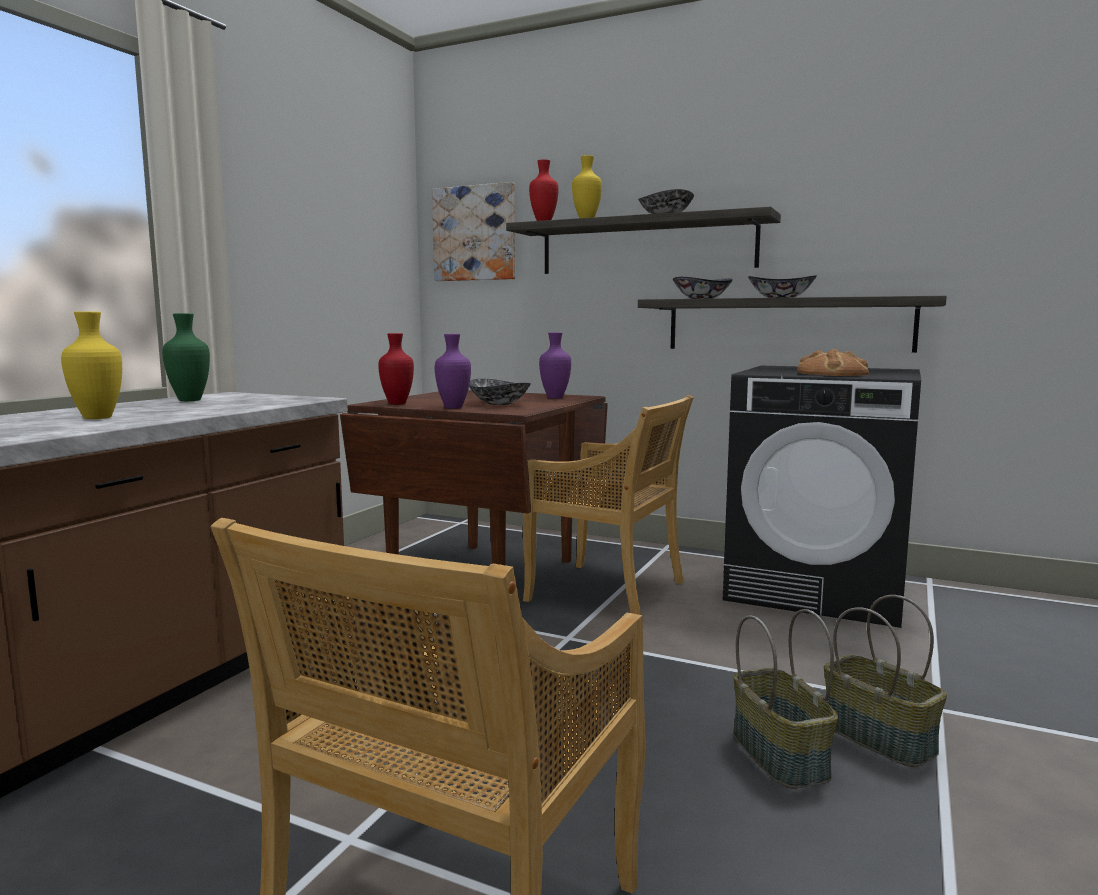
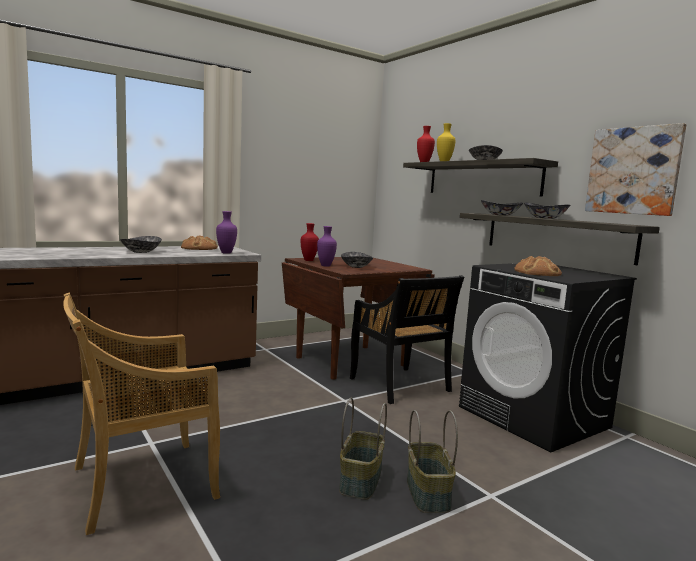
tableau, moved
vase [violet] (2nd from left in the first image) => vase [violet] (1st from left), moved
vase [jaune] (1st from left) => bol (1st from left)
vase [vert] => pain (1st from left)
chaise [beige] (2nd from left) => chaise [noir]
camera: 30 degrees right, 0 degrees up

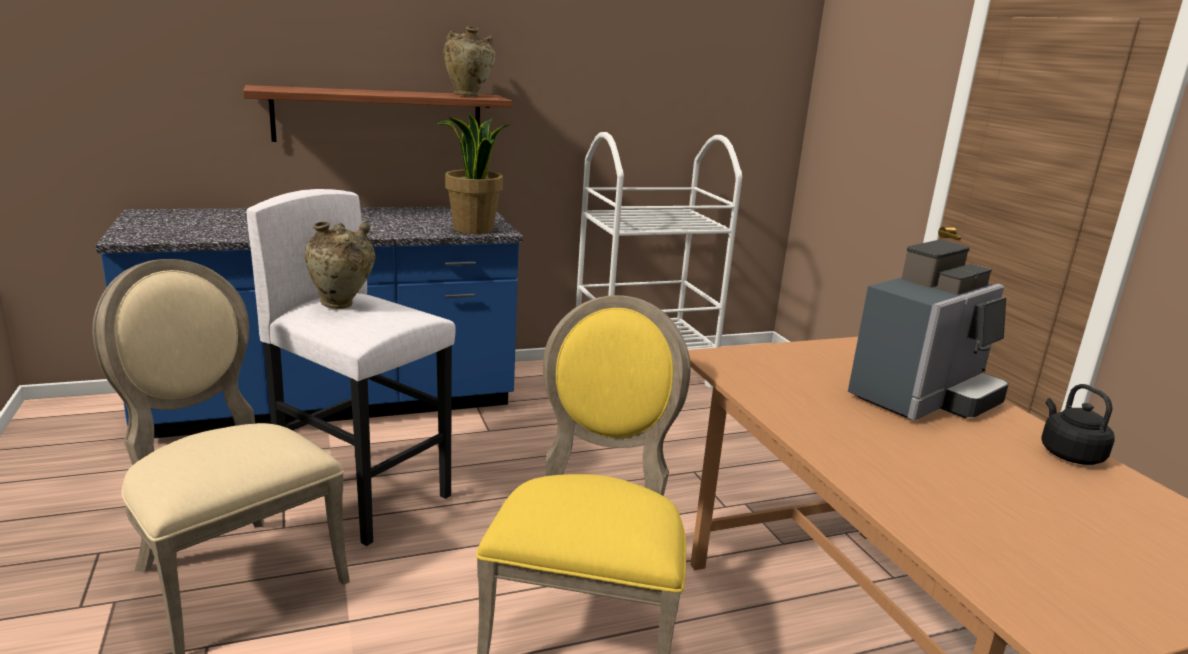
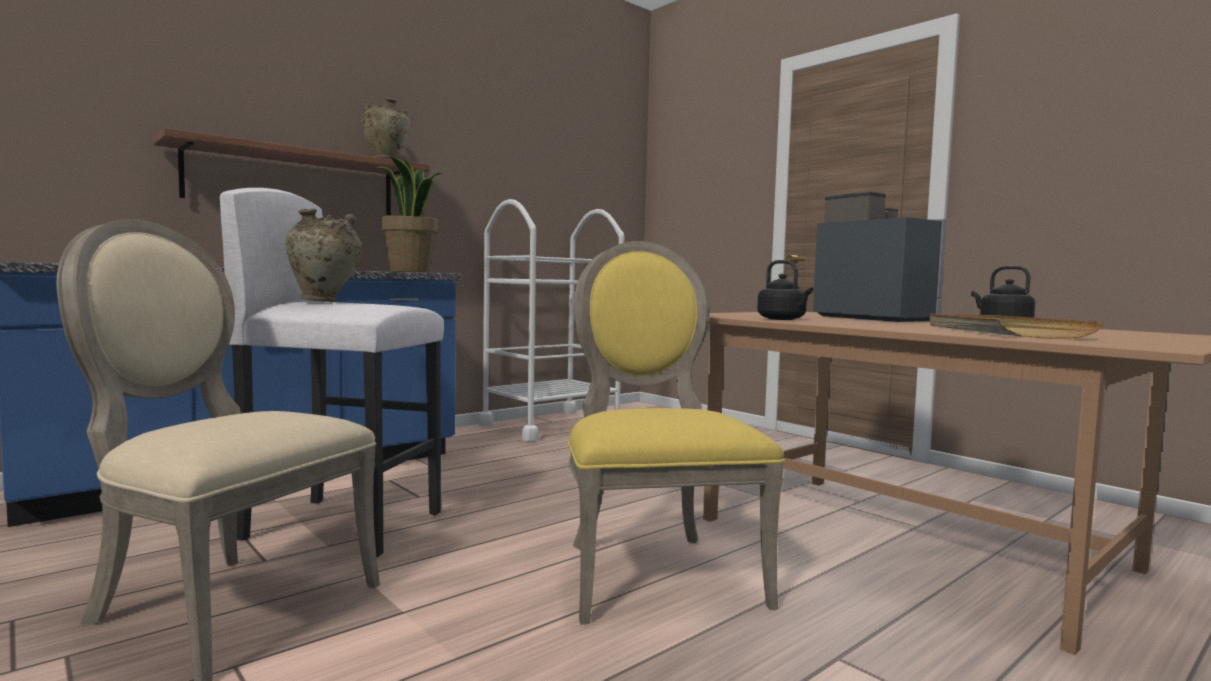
nothing => bouilloire [noir] (1st from left)
nothing => plateau [beige]
machine à café, 60 degrees counterclockwise
camera: 20 degrees left, 15 degrees down

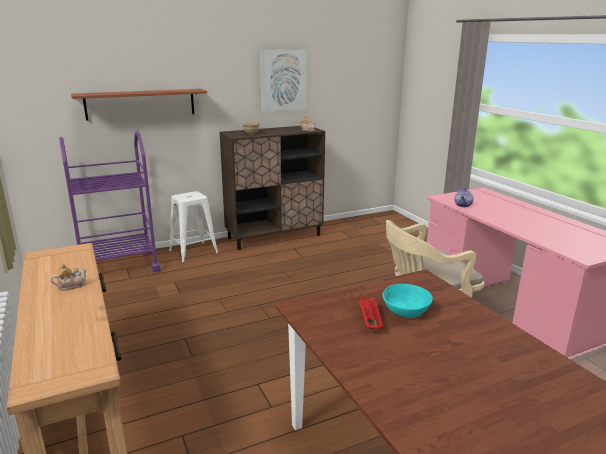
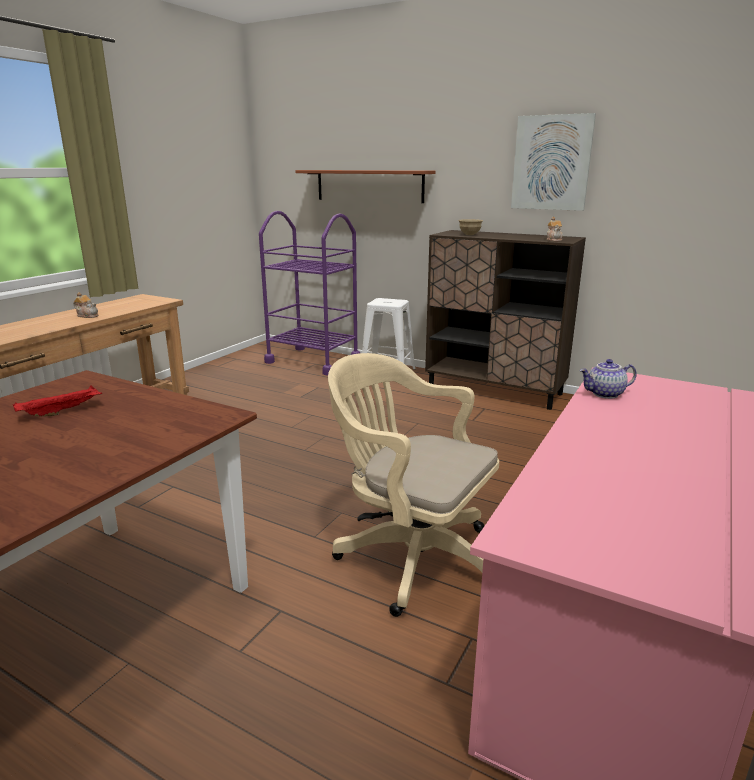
bol [turquoise] => nothing
camera: 55 degrees right, 0 degrees up

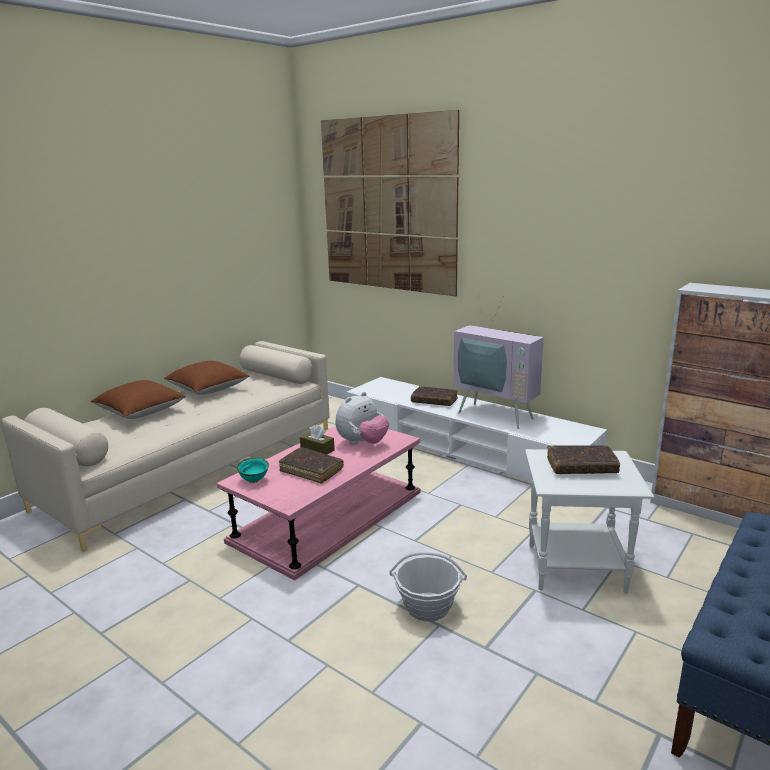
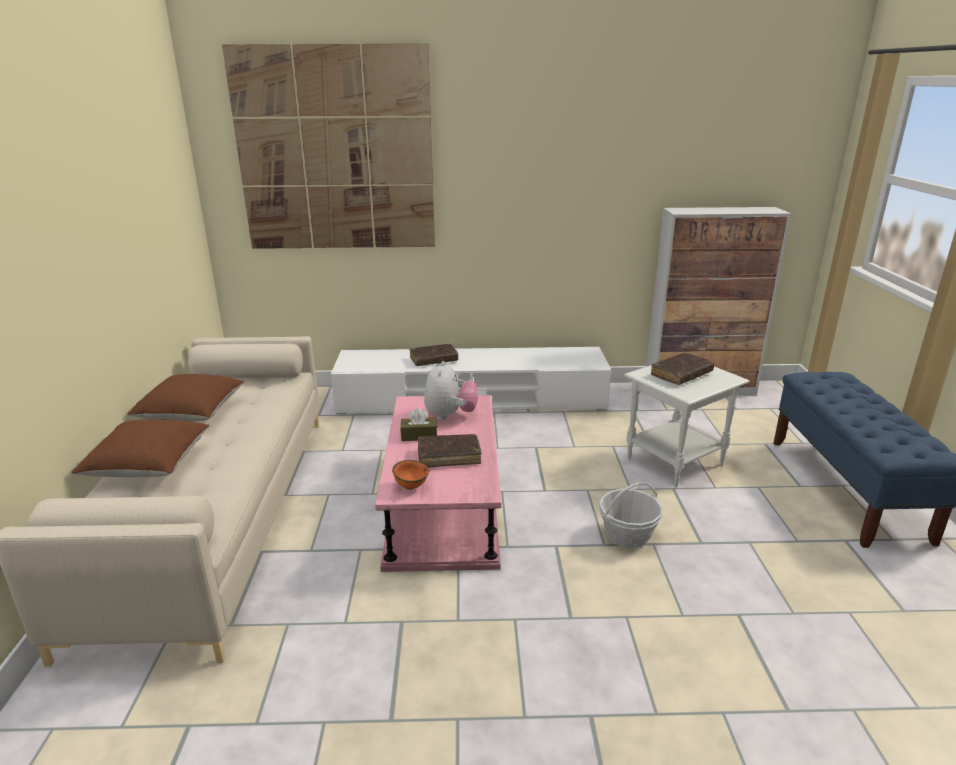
téléviseur => nothing
bol [turquoise] => bol [orange]
camera: 40 degrees left, 5 degrees up

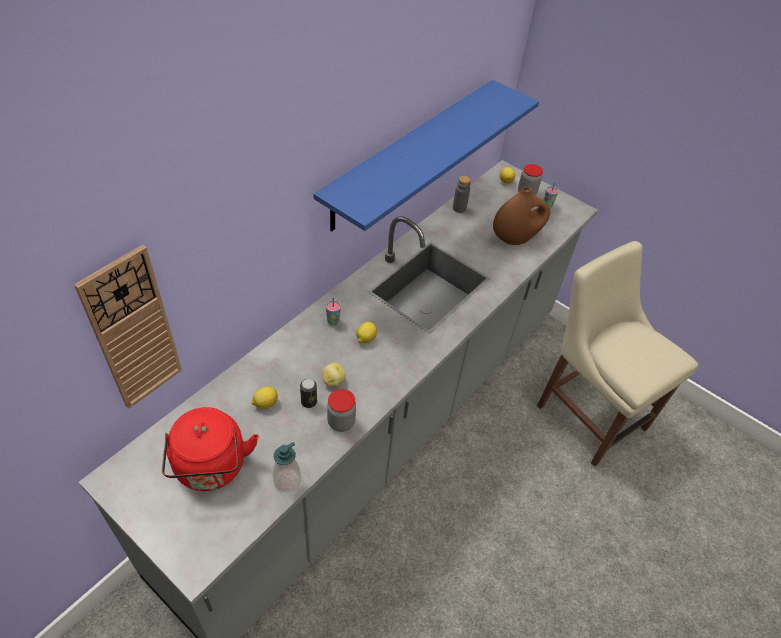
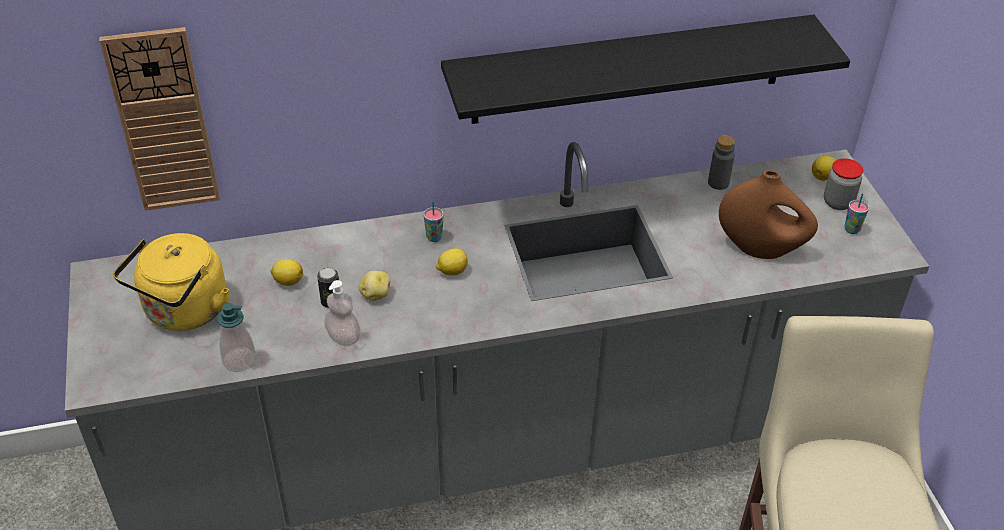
bocal (1st from left) => distributeur de savon (2nd from left)
bouilloire [rouge] => bouilloire [jaune]
étagère [bleu] => étagère [noir]
camera: 40 degrees right, 5 degrees down

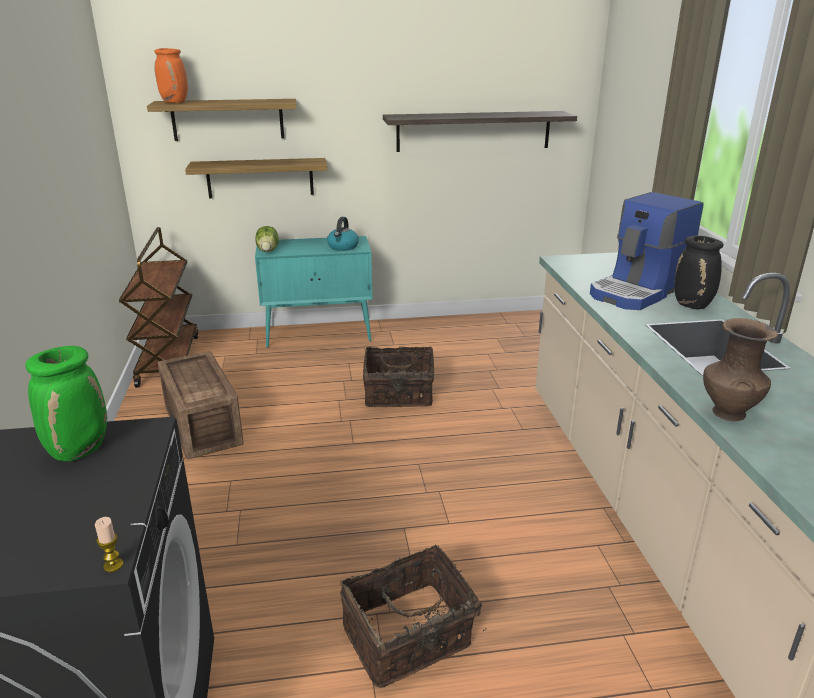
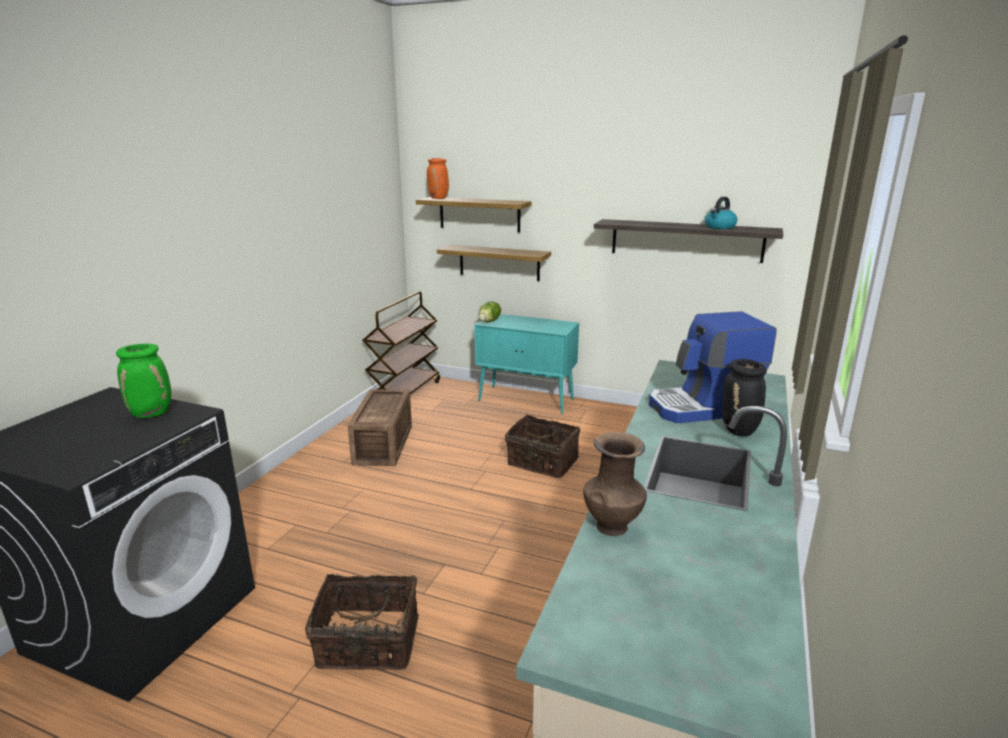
bougie => nothing
bouilloire, moved
camera: 30 degrees right, 5 degrees down

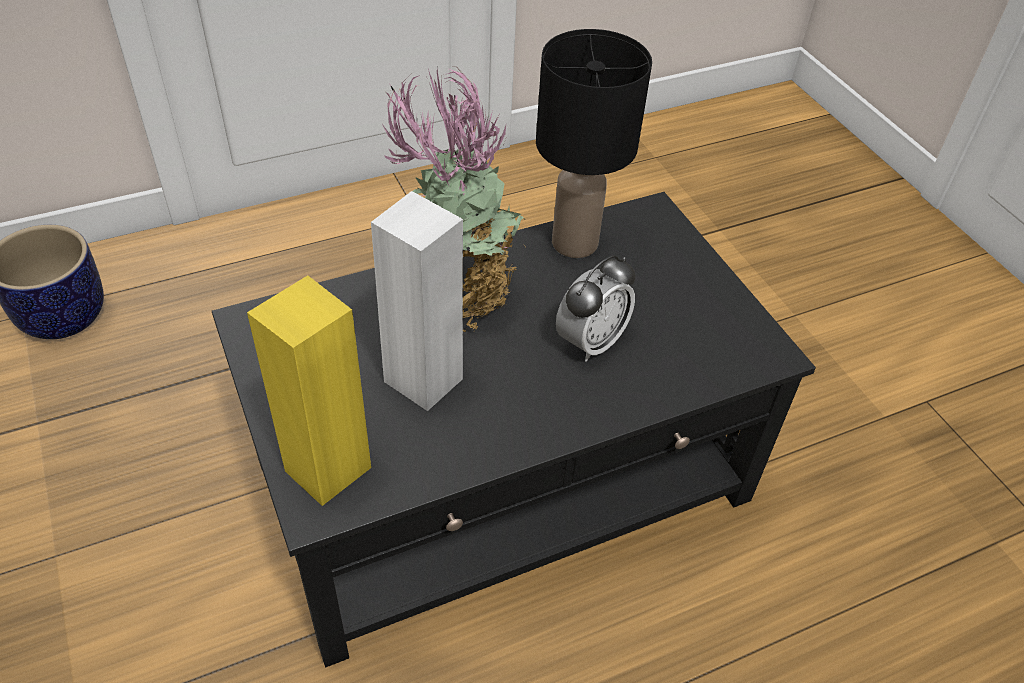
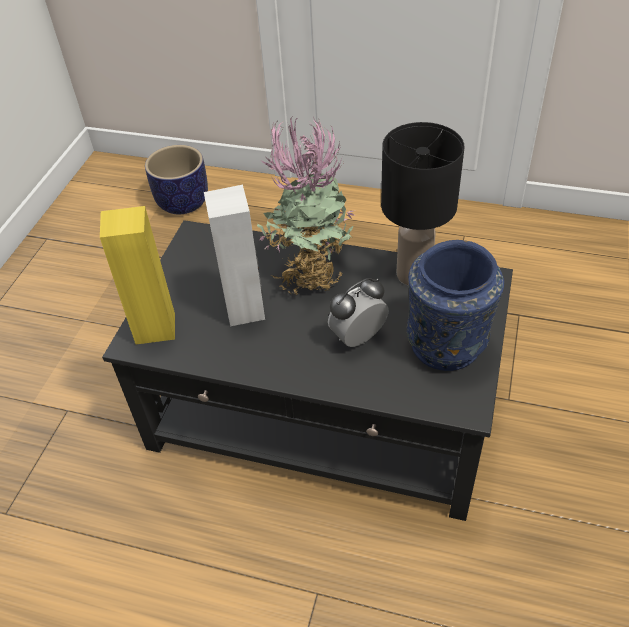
nothing => vase [bleu]
réveil, 150 degrees clockwise
camera: 45 degrees right, 0 degrees up

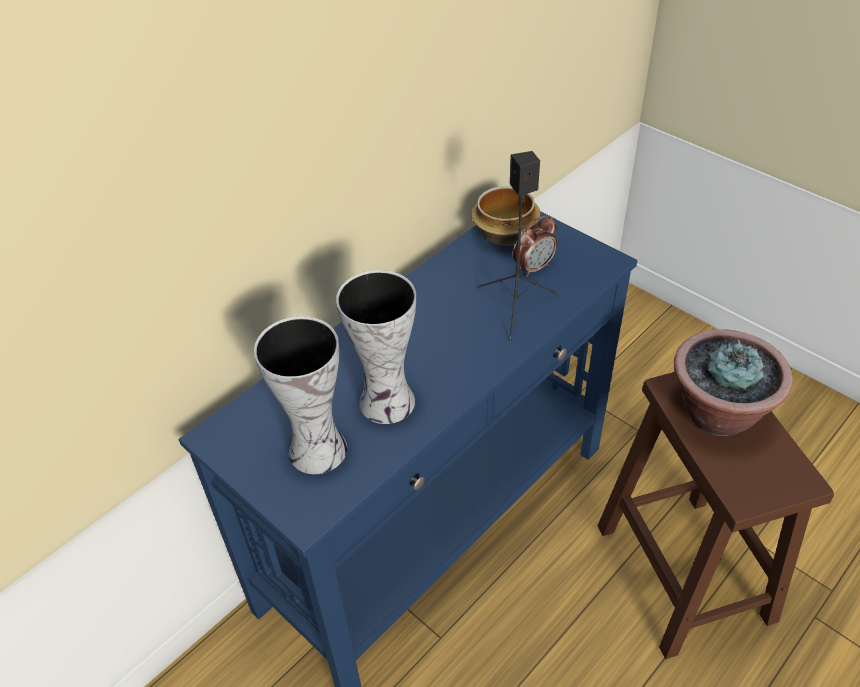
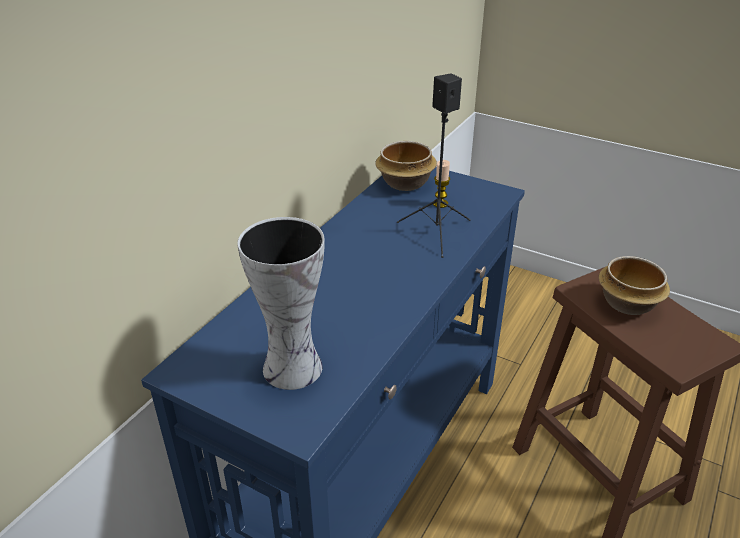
vase (2nd from left) => nothing
réveil => bougie
plante en pot => bol (2nd from left)
camera: 15 degrees left, 10 degrees down

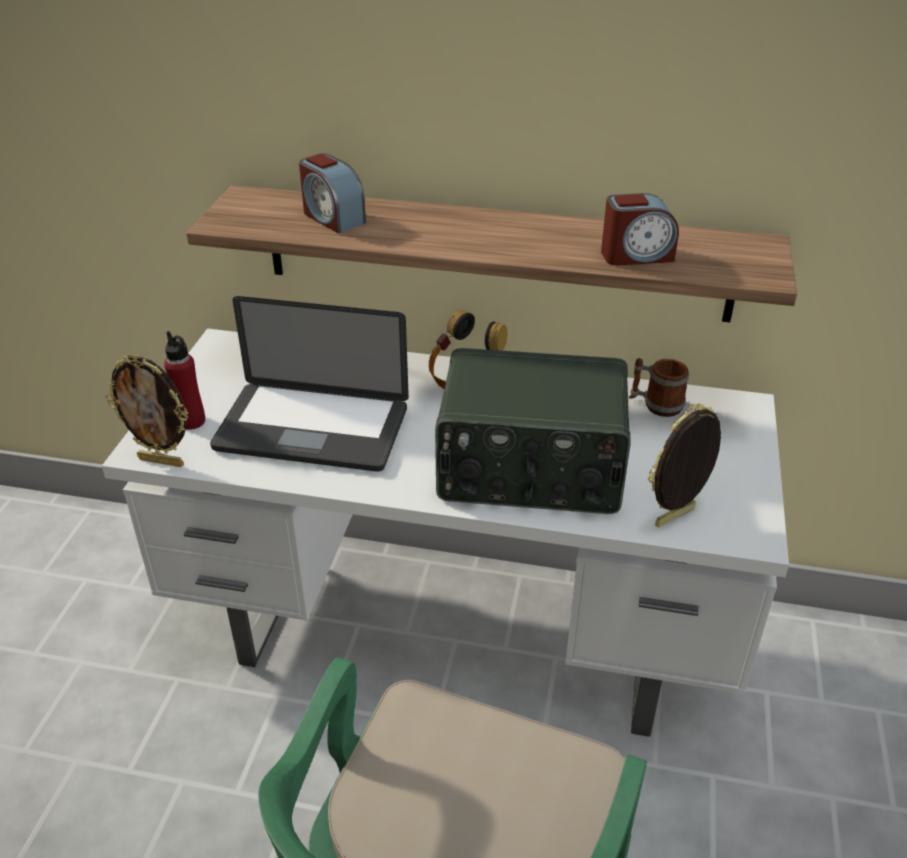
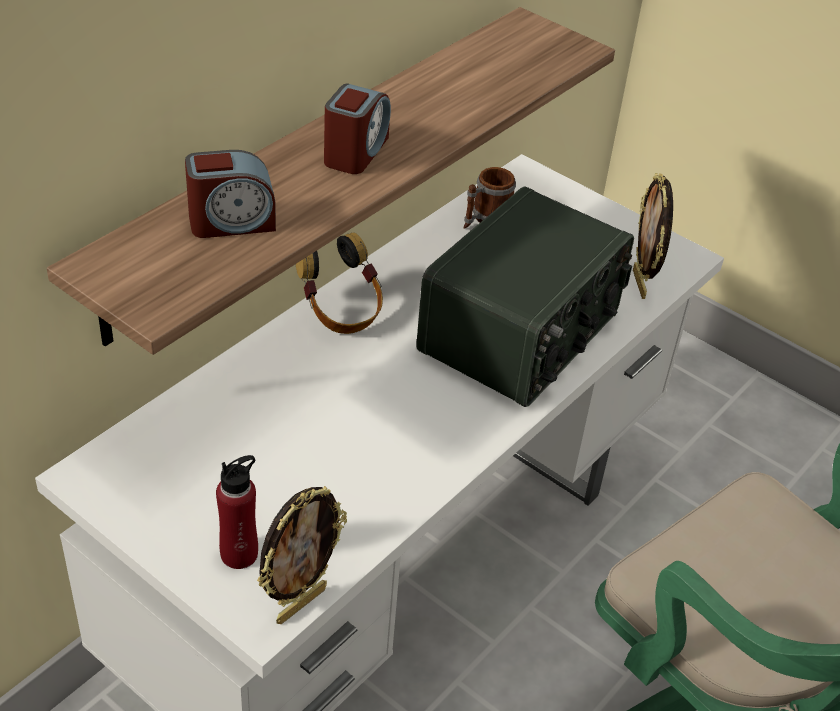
ordinateur portable => nothing
réveil (2nd from left), moved
camera: 65 degrees left, 5 degrees up

